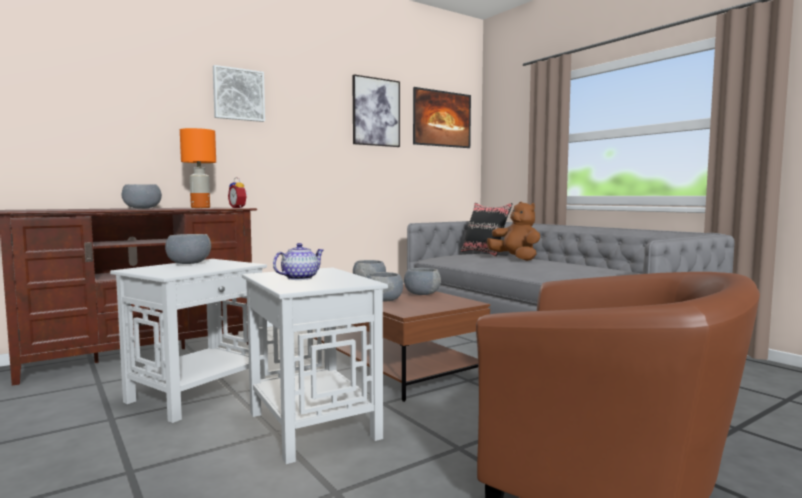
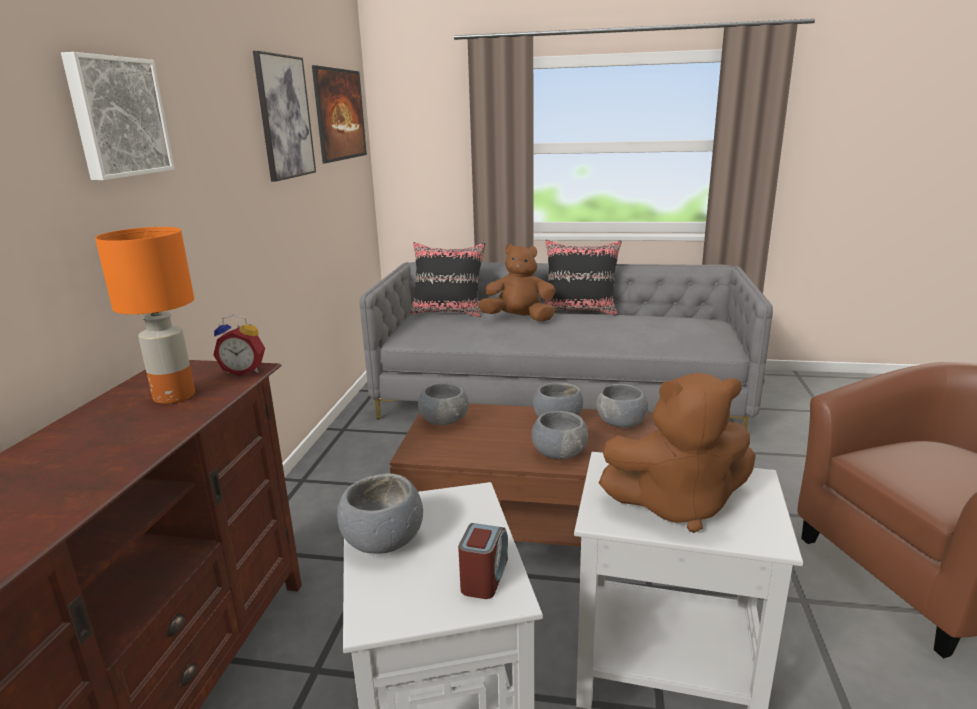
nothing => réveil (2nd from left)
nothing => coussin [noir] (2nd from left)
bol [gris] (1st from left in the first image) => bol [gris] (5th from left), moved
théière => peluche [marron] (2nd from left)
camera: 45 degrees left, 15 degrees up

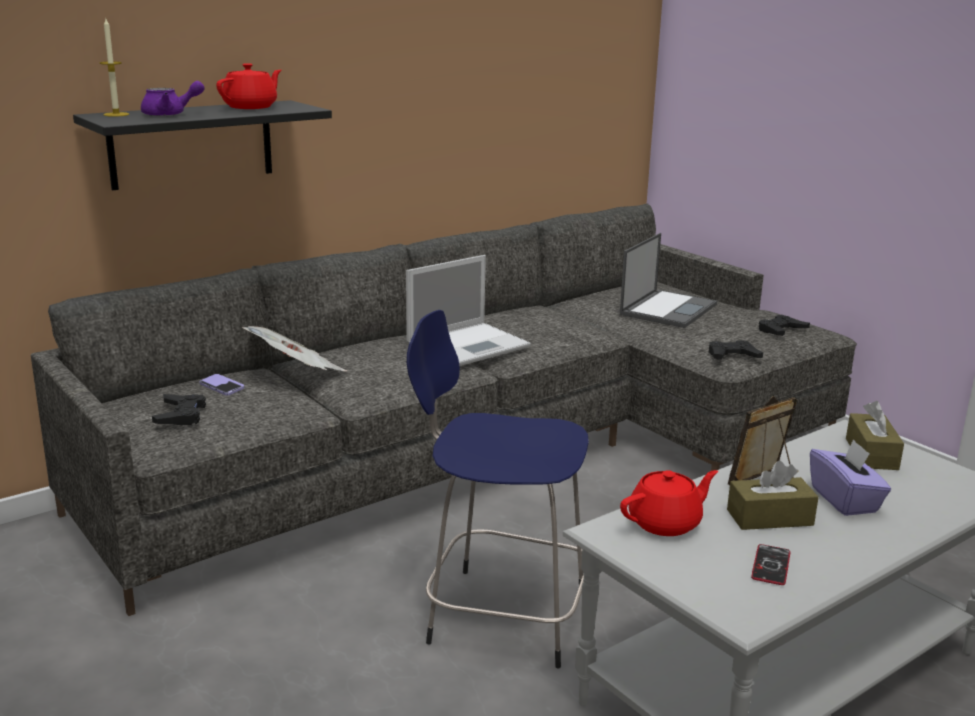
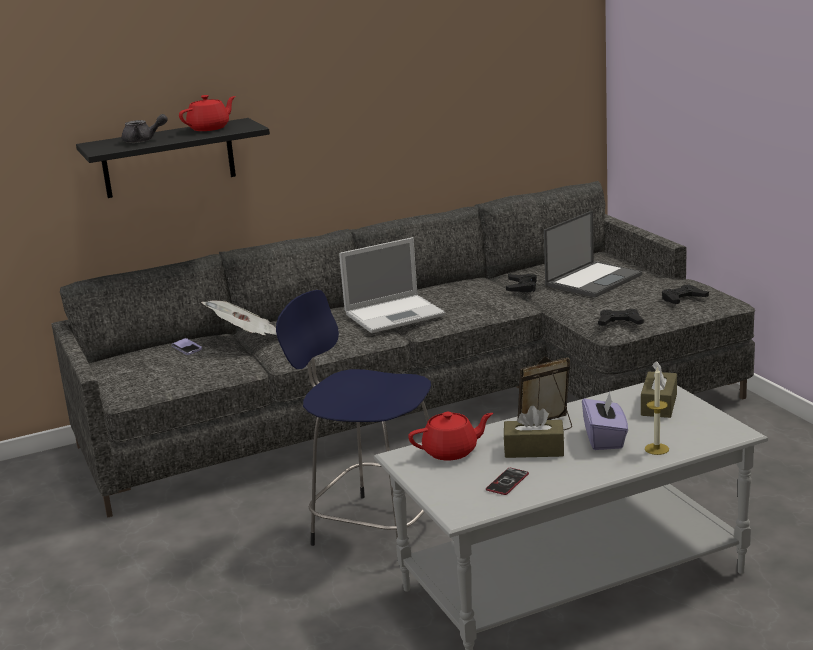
bougie, moved
manette [noir] (1st from left), moved
théière [violet] => théière [gris]
camera: 15 degrees right, 0 degrees up

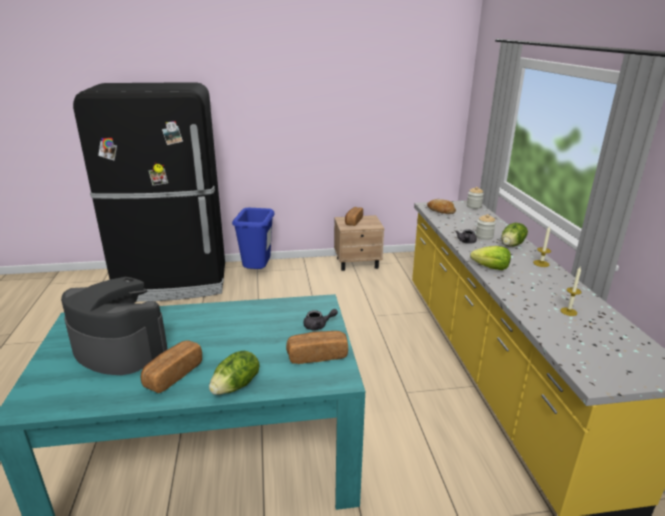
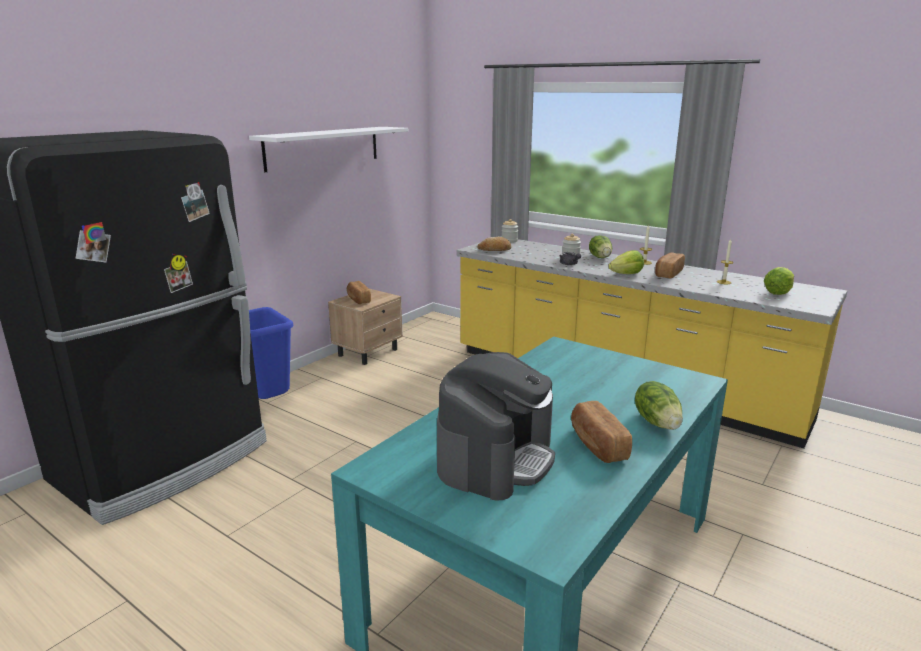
théière [gris] (1st from left) => nothing
nothing => étagère [blanc]
nothing => laitue (4th from left)
pain (2nd from left in the first image) => pain (4th from left), moved
machine à café, 135 degrees clockwise
camera: 45 degrees left, 5 degrees down

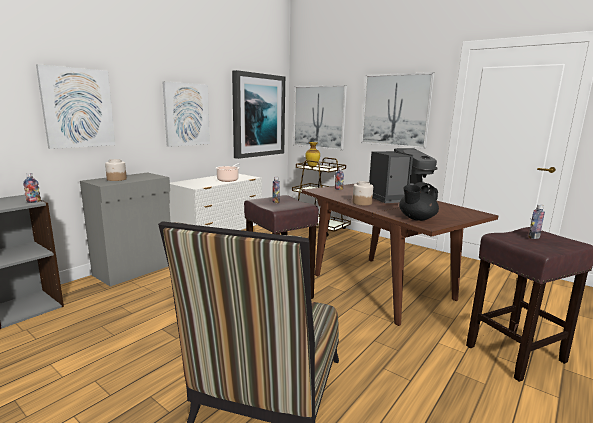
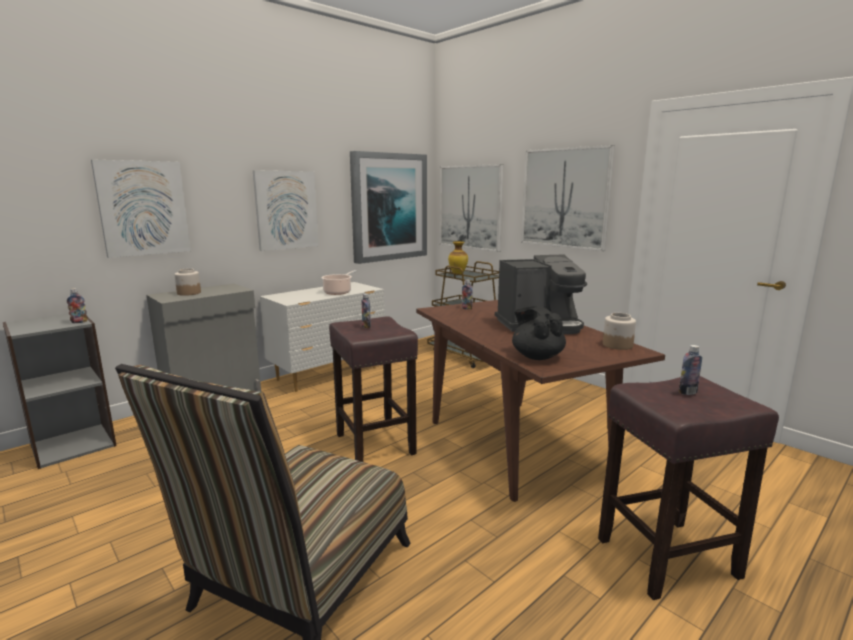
bocal (2nd from left), moved
théière [noir], 90 degrees clockwise
camera: 10 degrees right, 0 degrees up

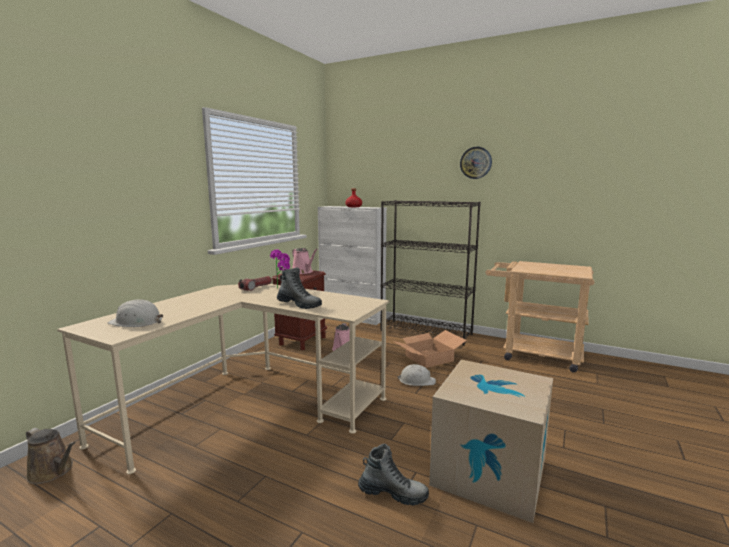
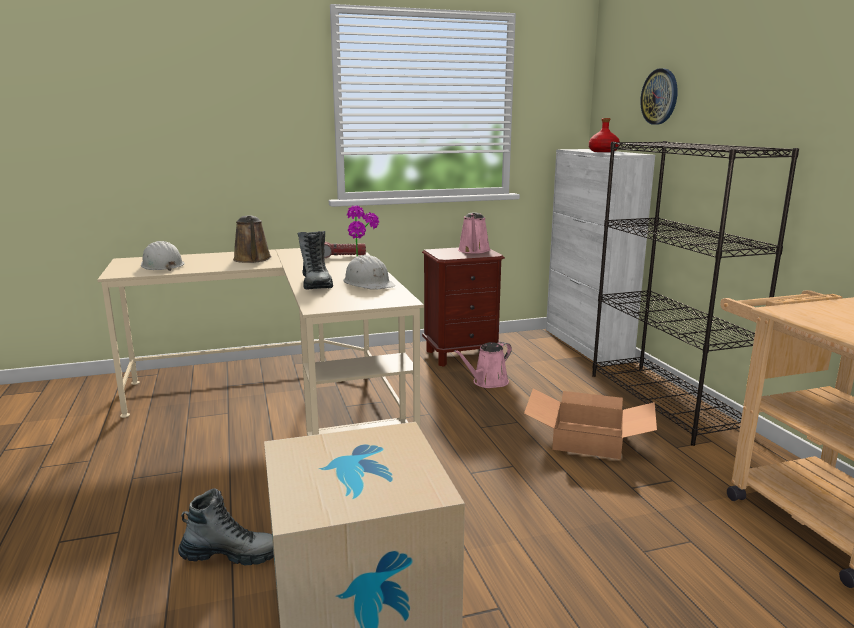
arrosoir [marron], moved
casque de chantier [blanc] (2nd from left), moved
horloge murale, moved
botte (2nd from left in the first image) => botte (1st from left), 60 degrees counterclockwise
camera: 45 degrees right, 5 degrees up

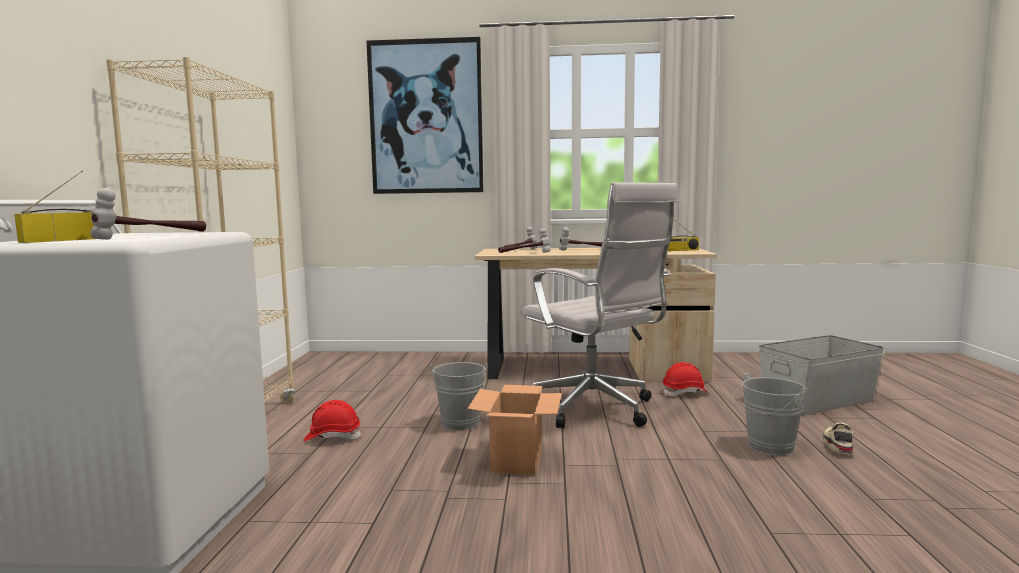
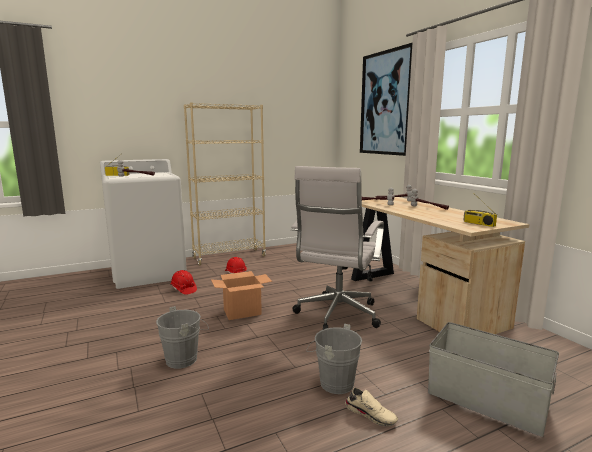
seau [gris] (1st from left), moved
casque de chantier [rouge] (2nd from left in the first image) => casque de chantier [rouge] (1st from left), moved
chaussure [beige], 45 degrees clockwise
camera: 60 degrees right, 5 degrees up

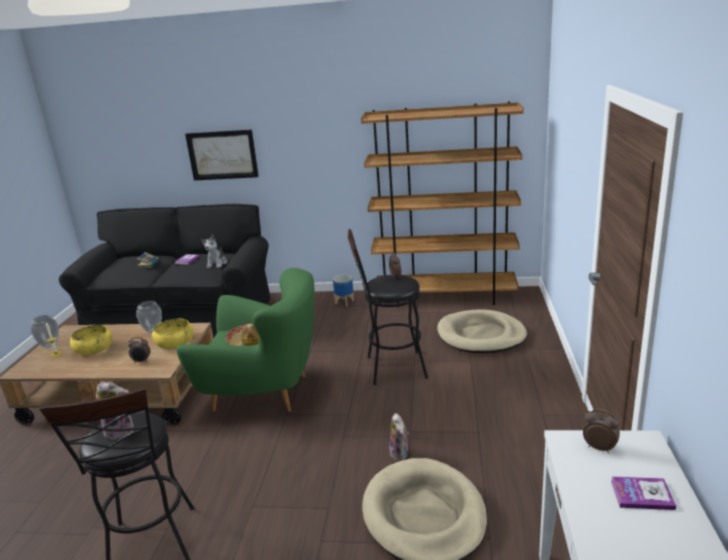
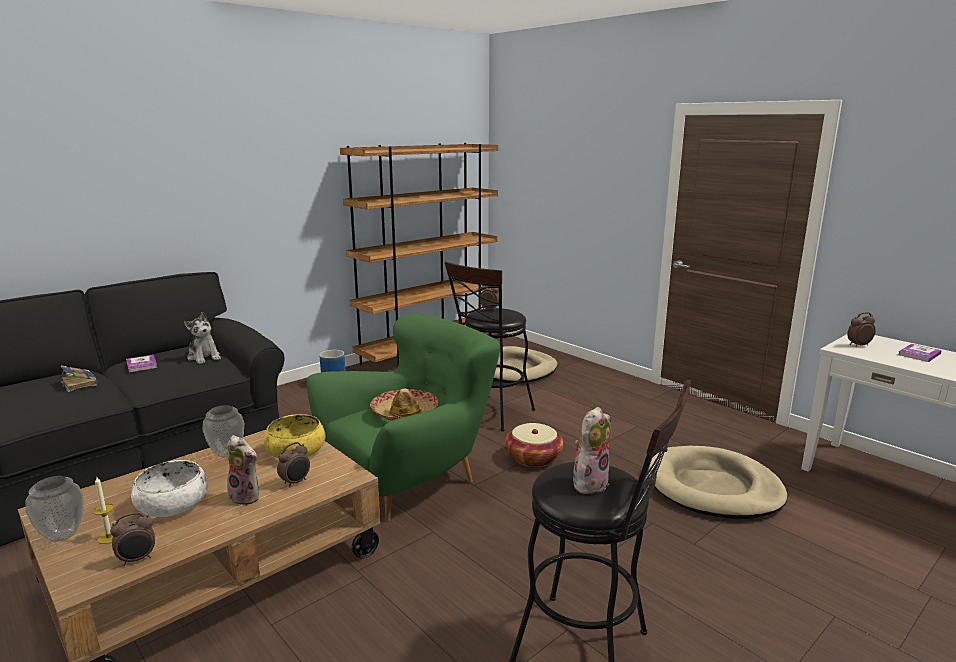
tableau => nothing
nothing => réveil (1st from left)
nothing => panier
peluche (3rd from left in the first image) => peluche (2nd from left), moved
bol [jaune] (1st from left) => bol [blanc]
camera: 50 degrees left, 5 degrees down

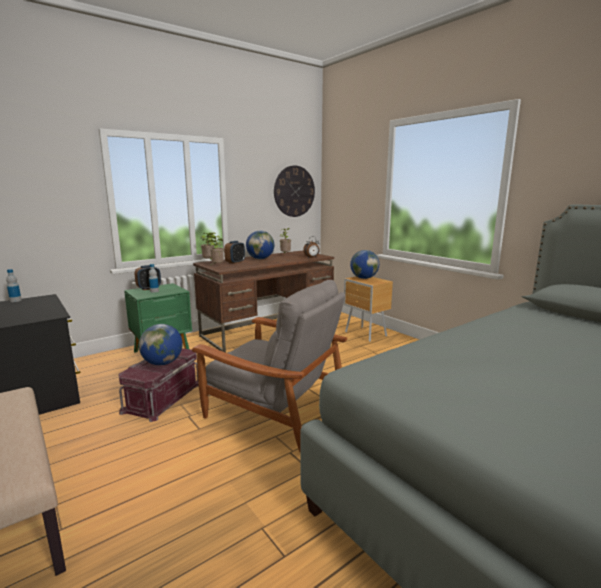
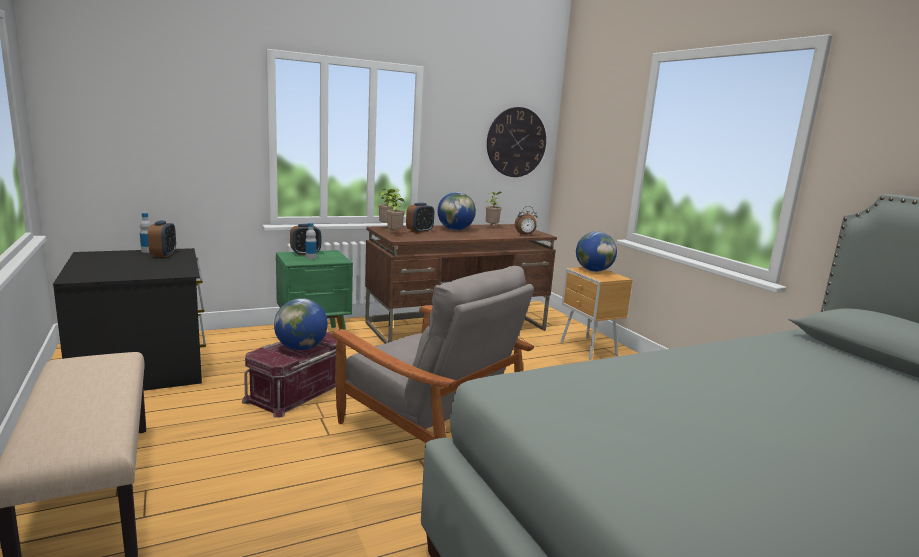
nothing => réveil (1st from left)
camera: 10 degrees right, 0 degrees up

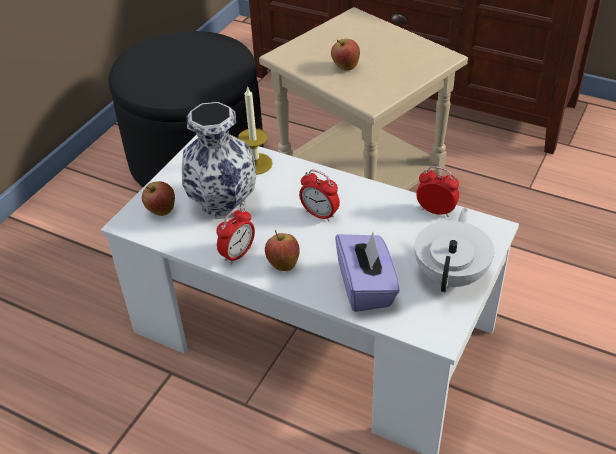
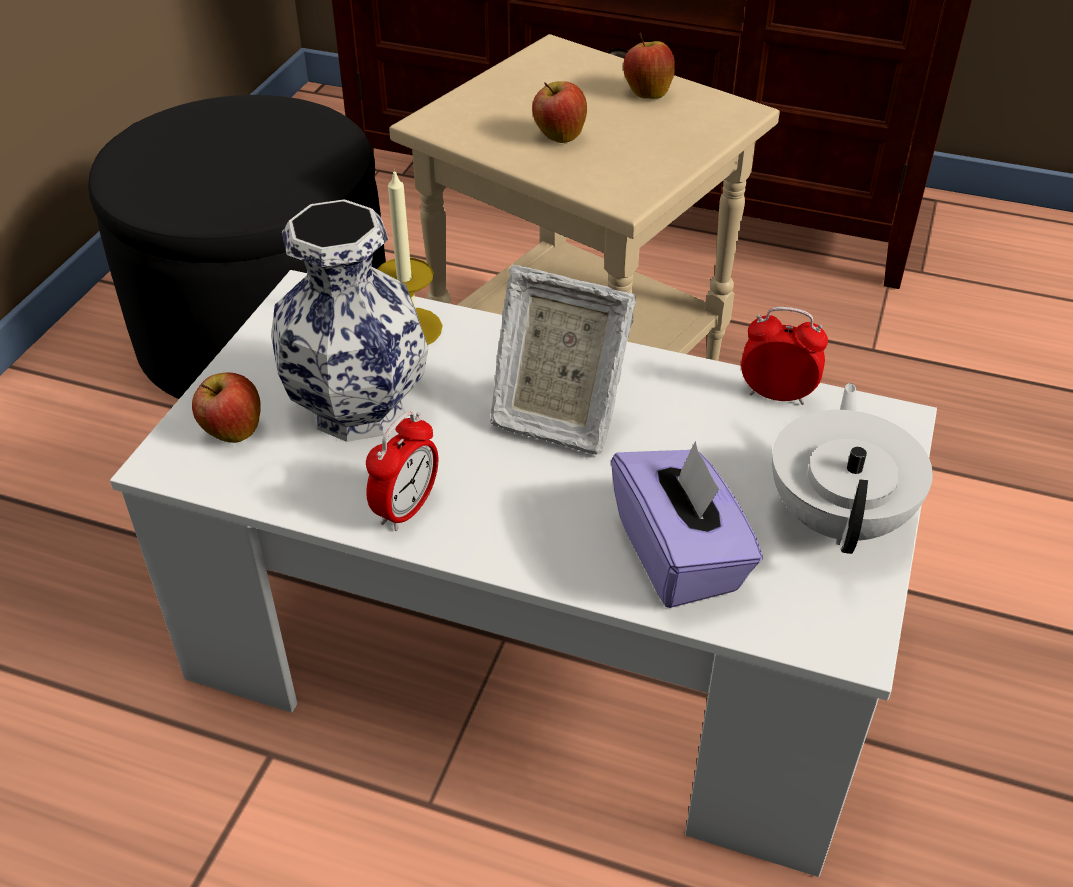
pomme (2nd from left in the first image) => pomme (3rd from left), moved
réveil (2nd from left) => cadre photo
camera: 10 degrees left, 0 degrees up

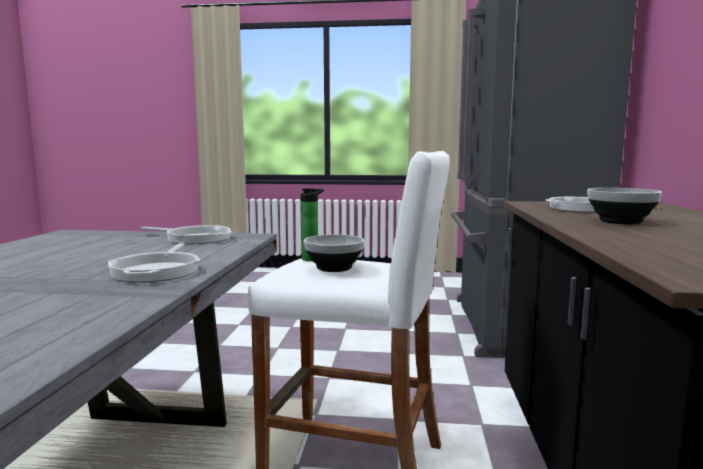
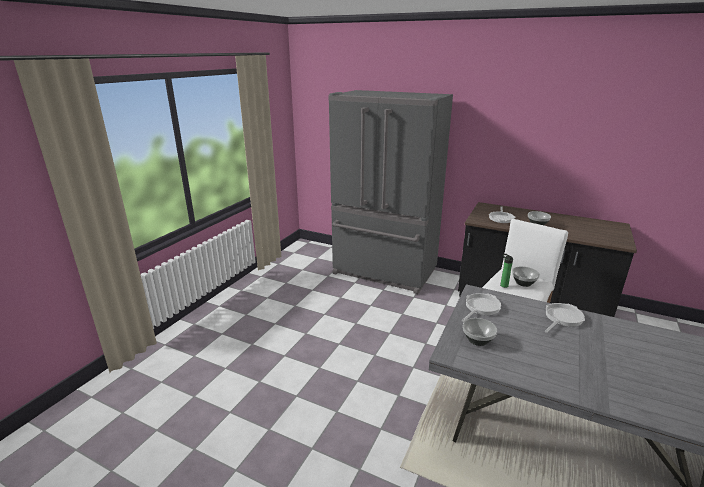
nothing => bol (1st from left)
poêle (1st from left in the first image) => poêle (3rd from left), 60 degrees counterclockwise
camera: 70 degrees left, 15 degrees up

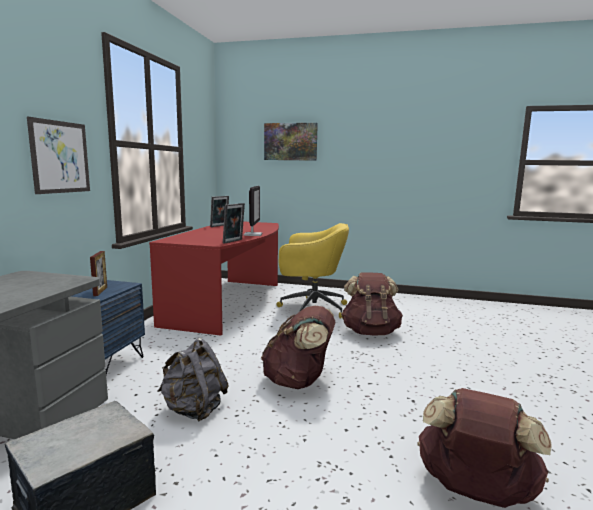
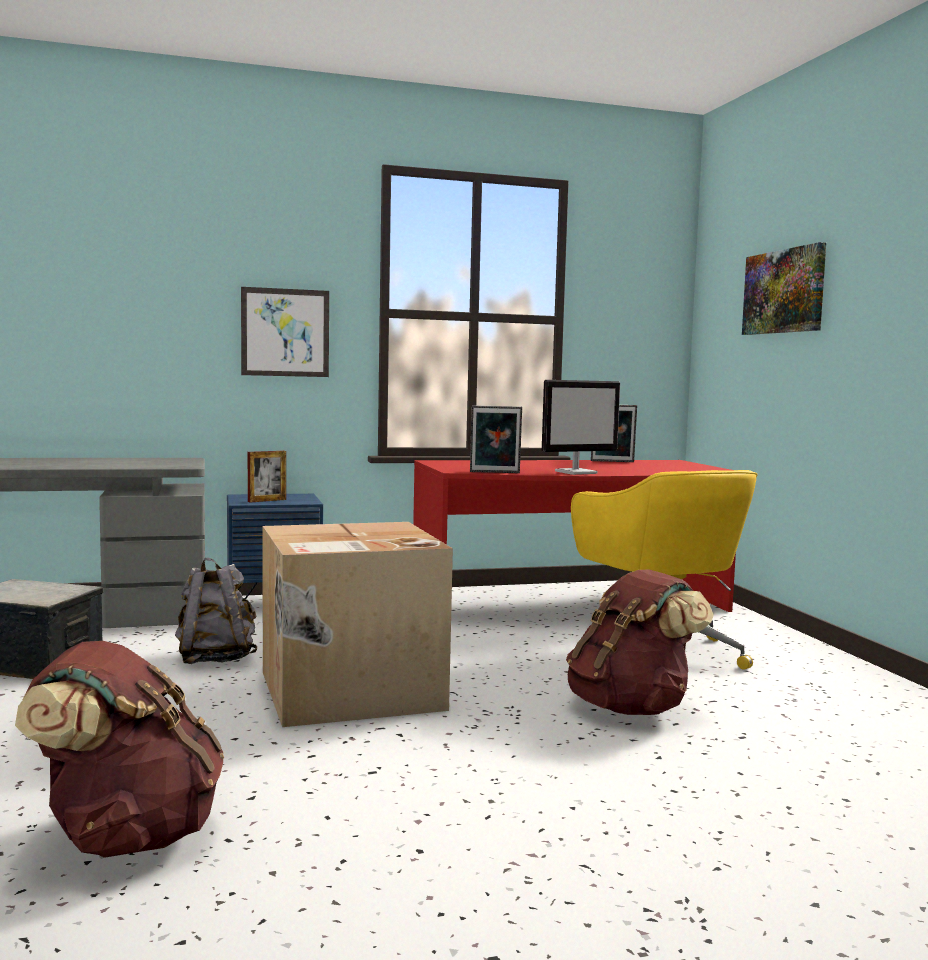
sac à dos [marron] (1st from left) => carton
camera: 60 degrees right, 5 degrees down

